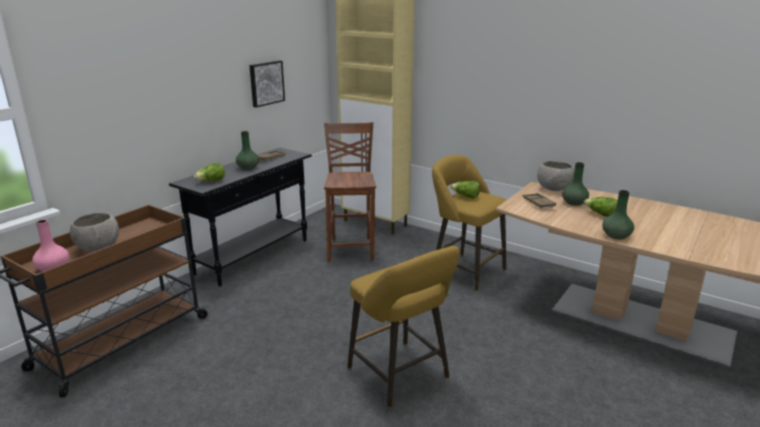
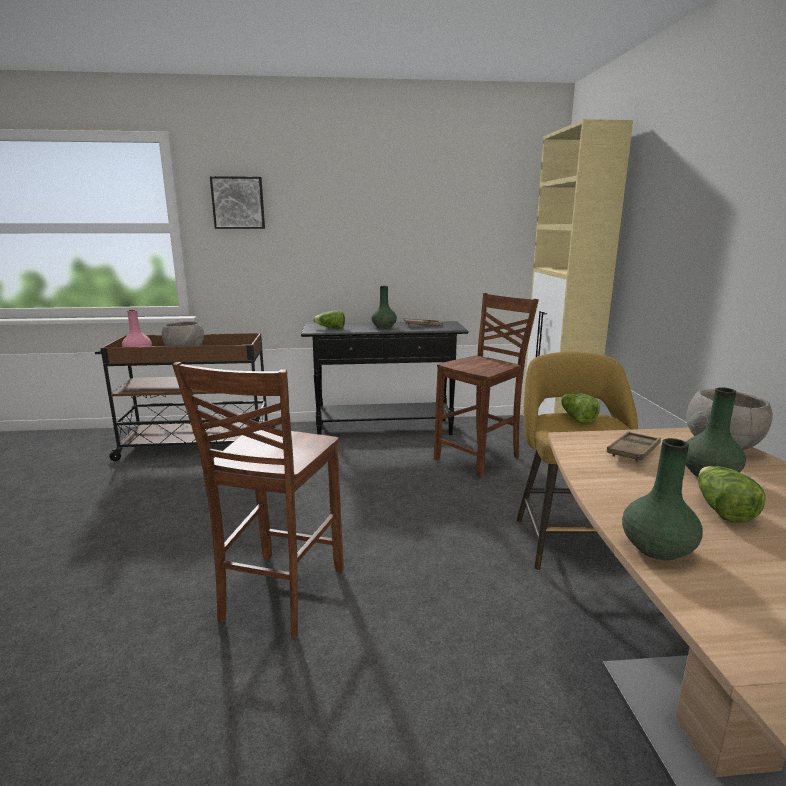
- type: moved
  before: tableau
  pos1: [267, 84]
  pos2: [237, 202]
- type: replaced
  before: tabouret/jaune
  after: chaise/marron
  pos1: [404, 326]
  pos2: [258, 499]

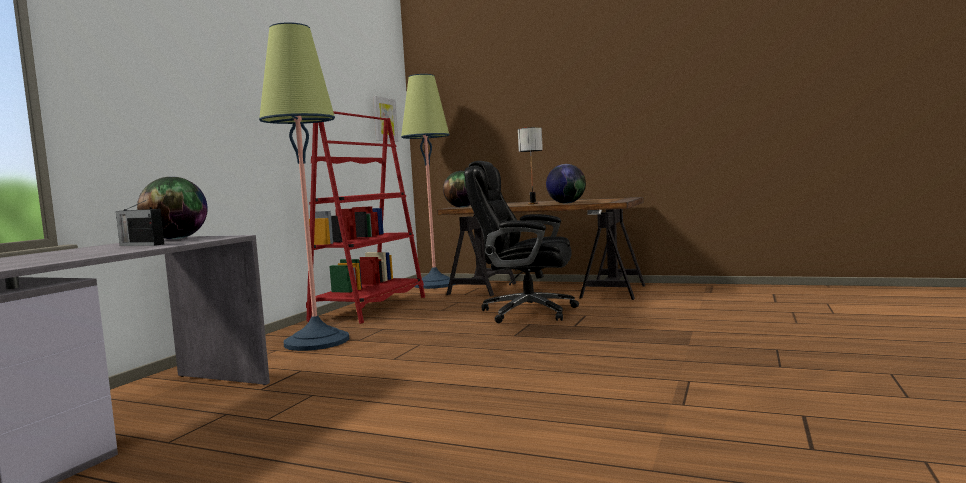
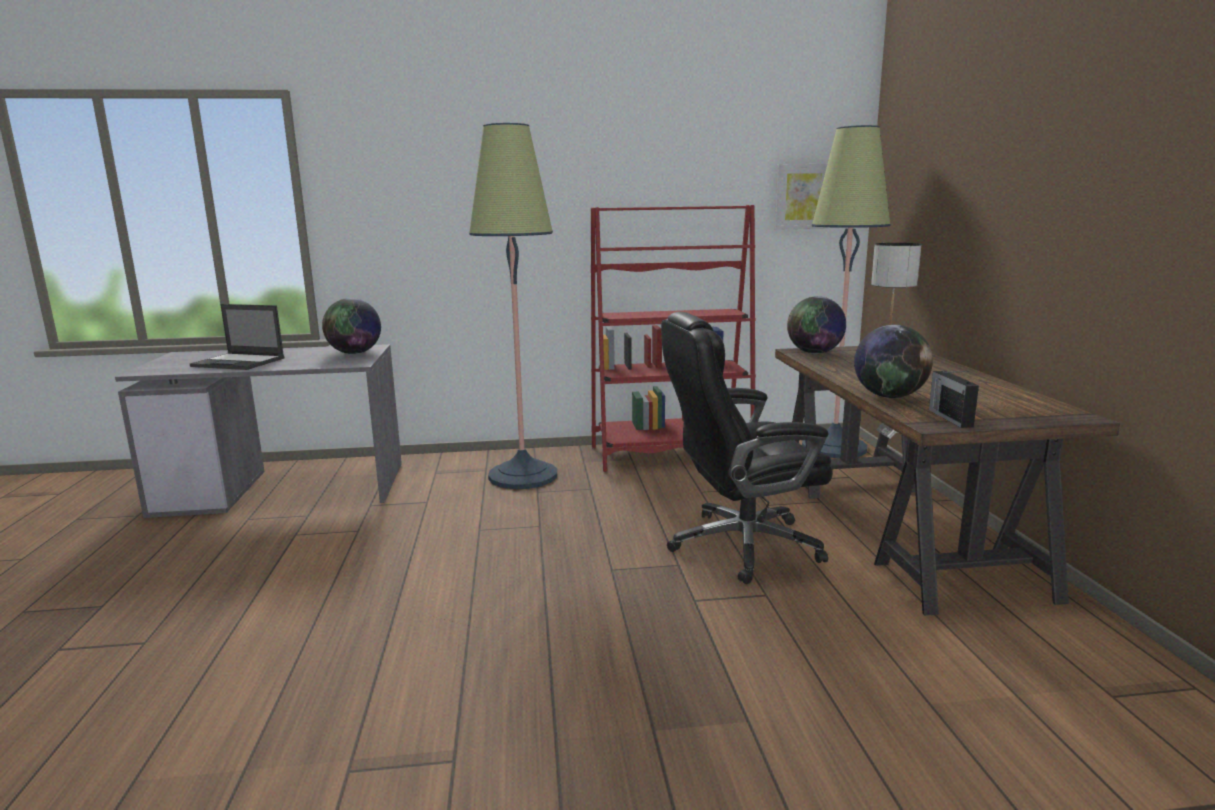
- type: moved
  before: radio
  pos1: [140, 223]
  pos2: [954, 399]
- type: turned
  before: chaise de bureau/noir
  pos1: [521, 242]
  pos2: [747, 448]
  turn: -90
- type: added
  after: ordinateur portable
  pos2: [237, 337]

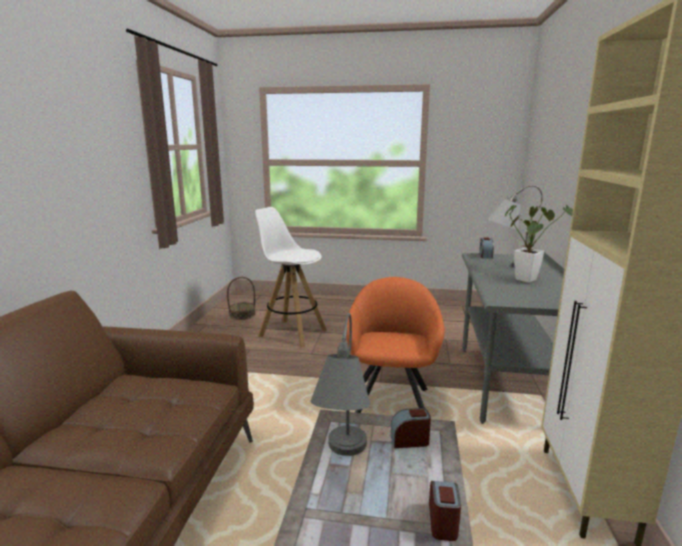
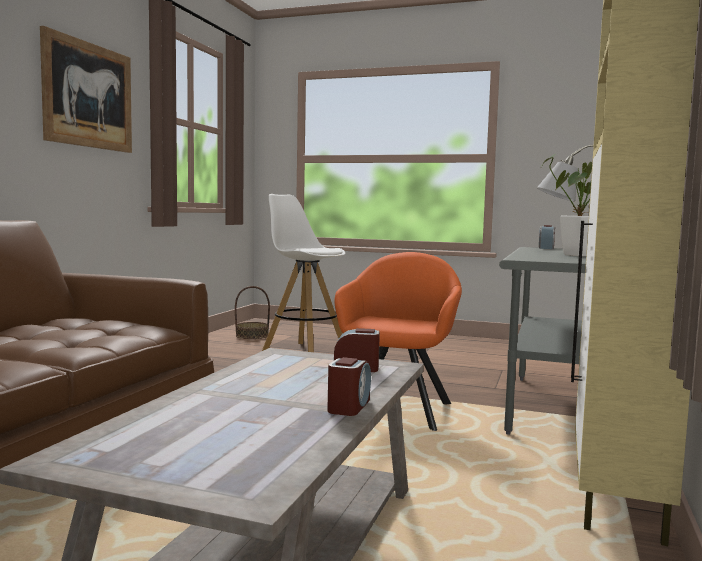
- type: removed
  before: lampe de table/gris
  pos1: [340, 384]
- type: added
  after: tableau
  pos2: [86, 89]

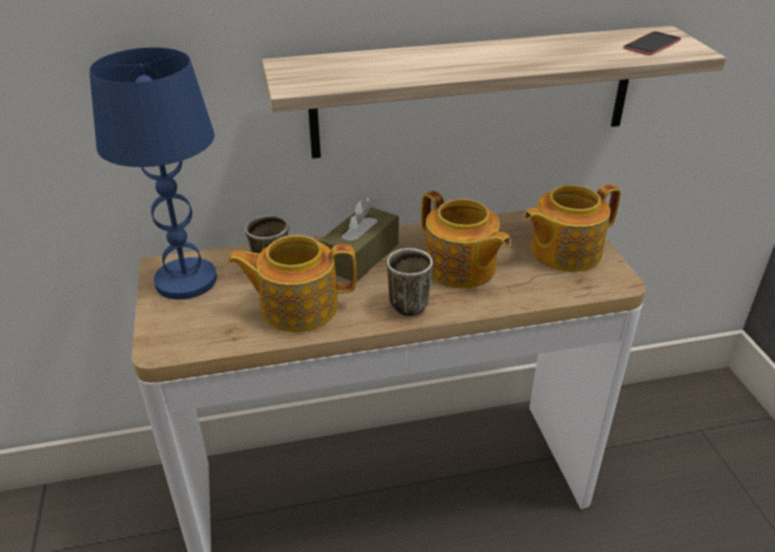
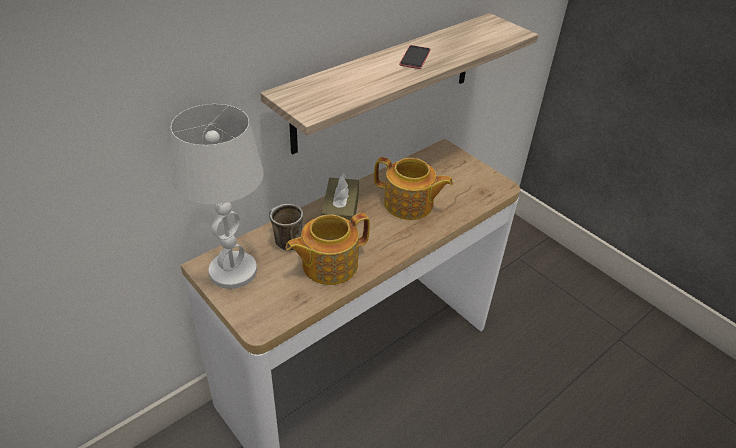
- type: recoloured
  before: lampe de table/bleu
  after: lampe de table/blanc
  pos1: [153, 173]
  pos2: [217, 196]
- type: removed
  before: mug
  pos1: [410, 282]
- type: removed
  before: théière
  pos1: [572, 228]
- type: moved
  before: téléphone
  pos1: [652, 43]
  pos2: [415, 57]

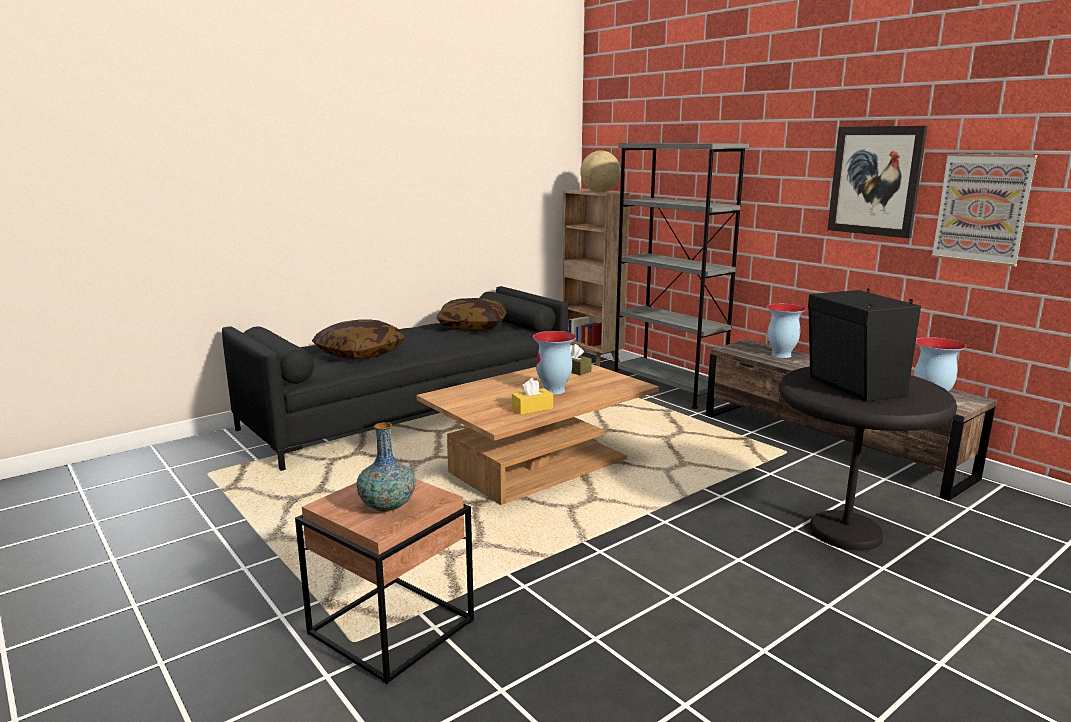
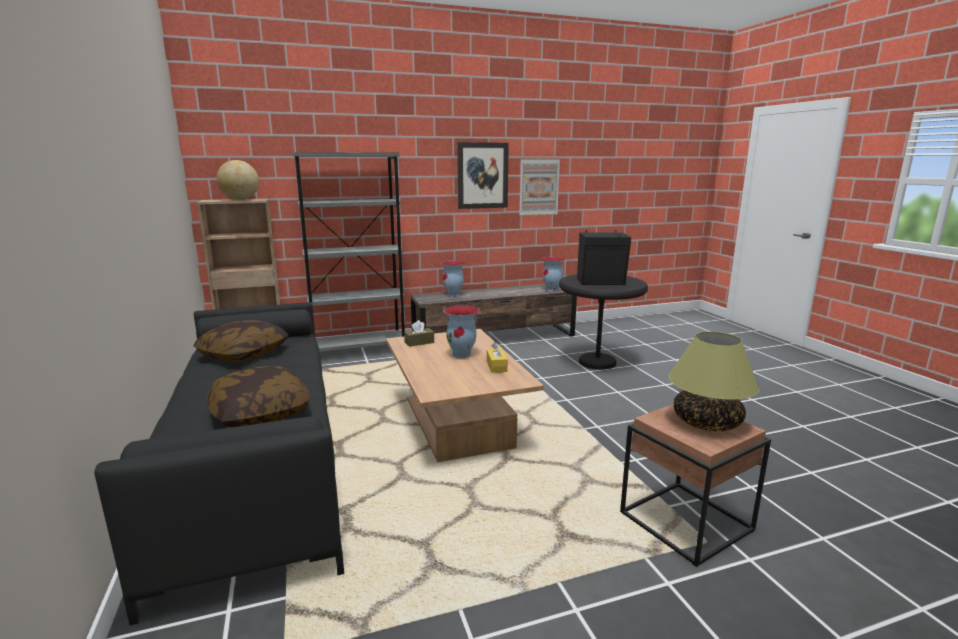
- type: replaced
  before: vase
  after: lampe de table
  pos1: [386, 467]
  pos2: [713, 381]

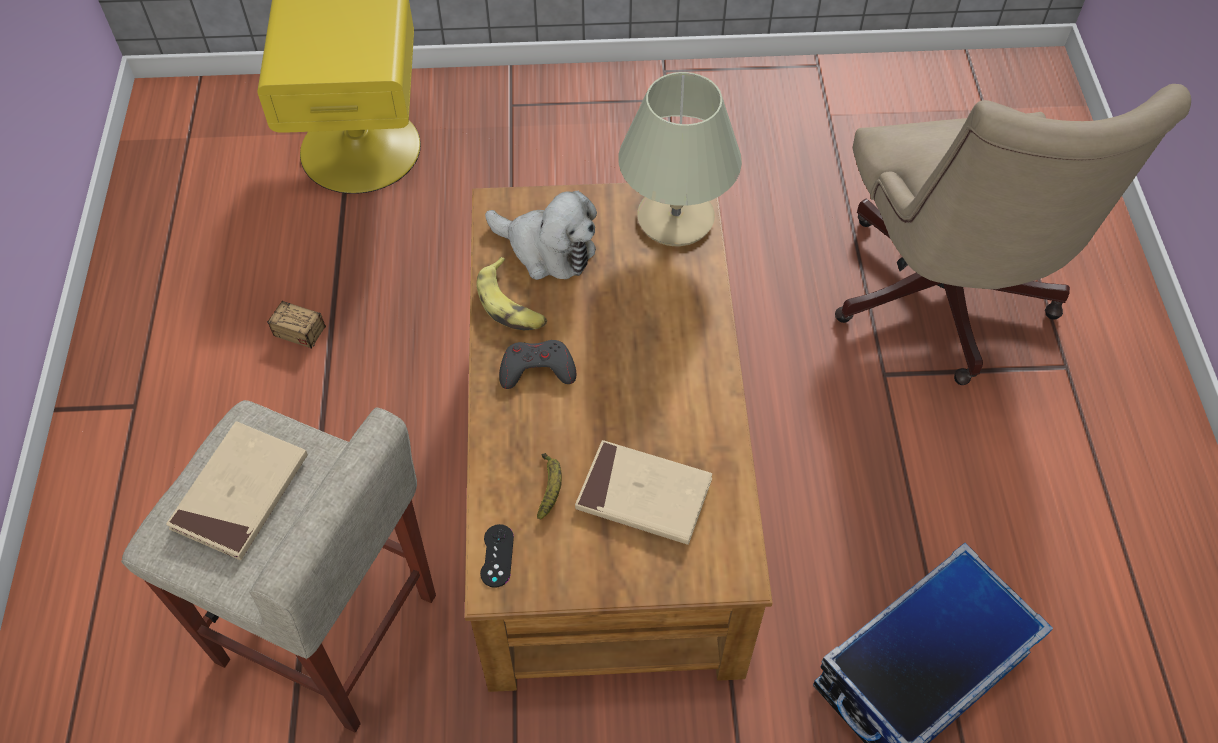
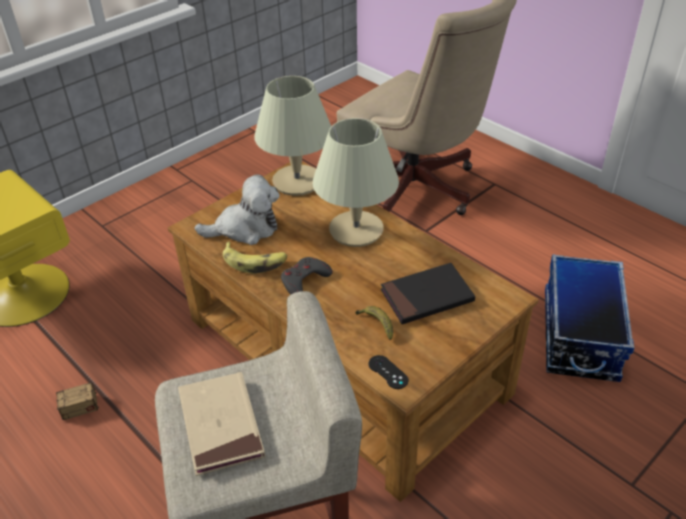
- type: recoloured
  before: livre/beige
  after: livre/noir
  pos1: [643, 492]
  pos2: [428, 293]
- type: added
  after: lampe de table/beige
  pos2: [356, 182]

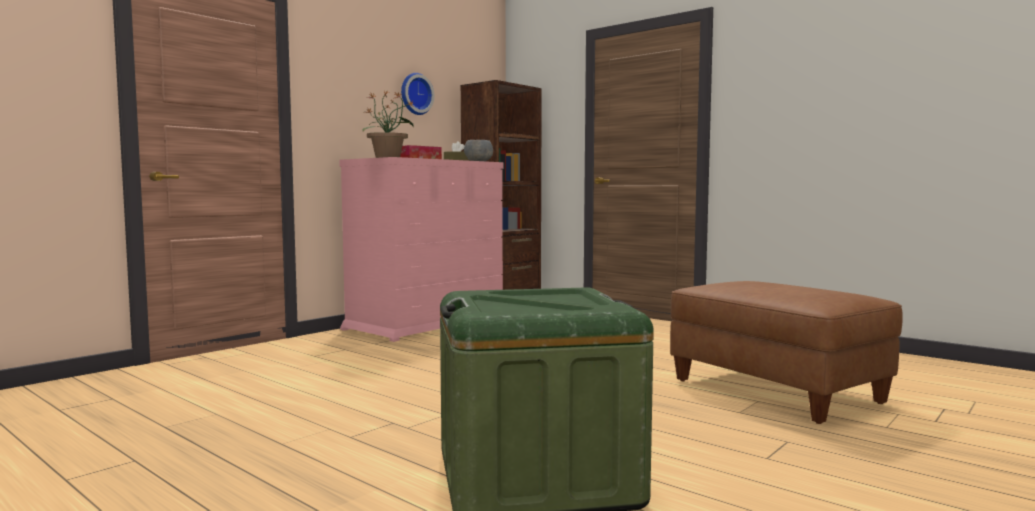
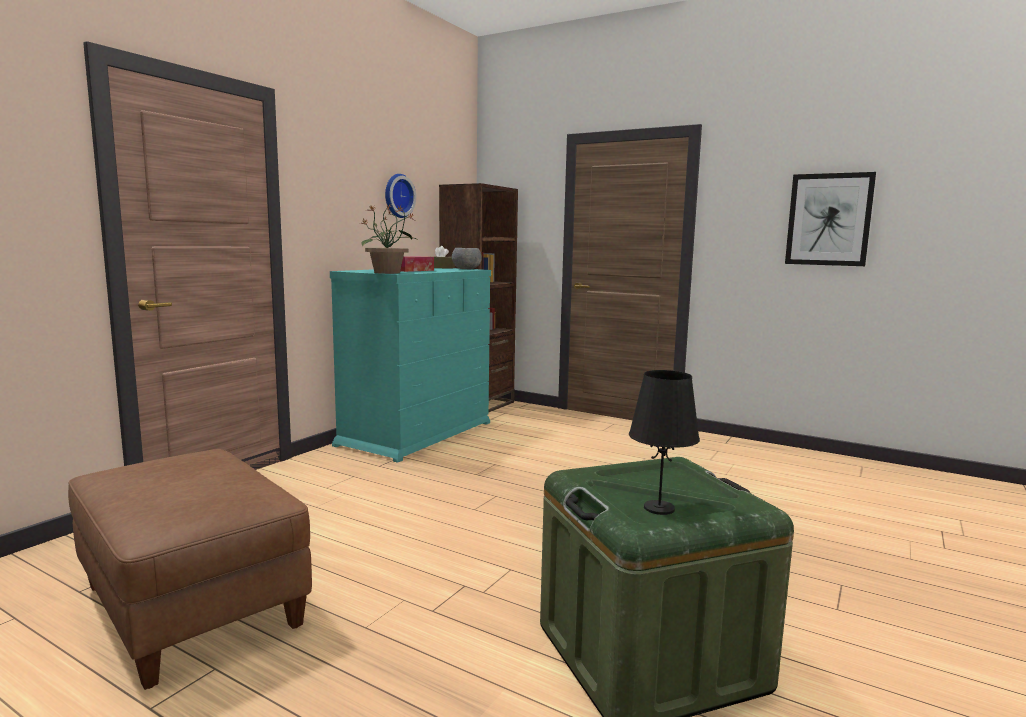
- type: recoloured
  before: commode/rose
  after: commode/turquoise
  pos1: [421, 249]
  pos2: [410, 365]
- type: moved
  before: pouf/marron
  pos1: [786, 352]
  pos2: [190, 569]
- type: added
  after: lampe de table/noir
  pos2: [664, 442]
- type: added
  after: tableau
  pos2: [830, 219]

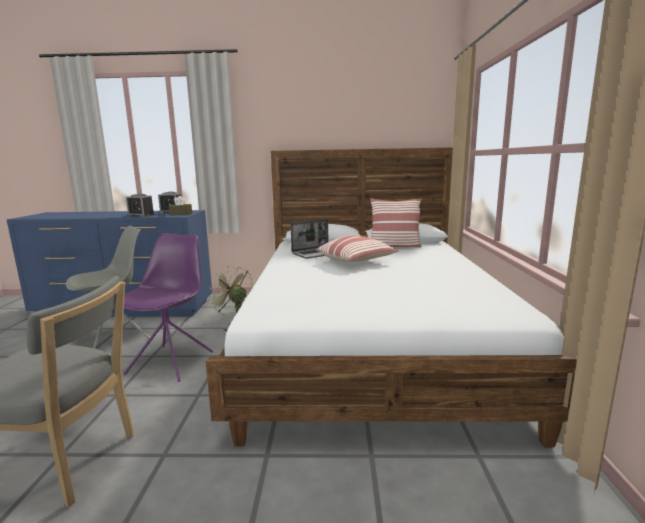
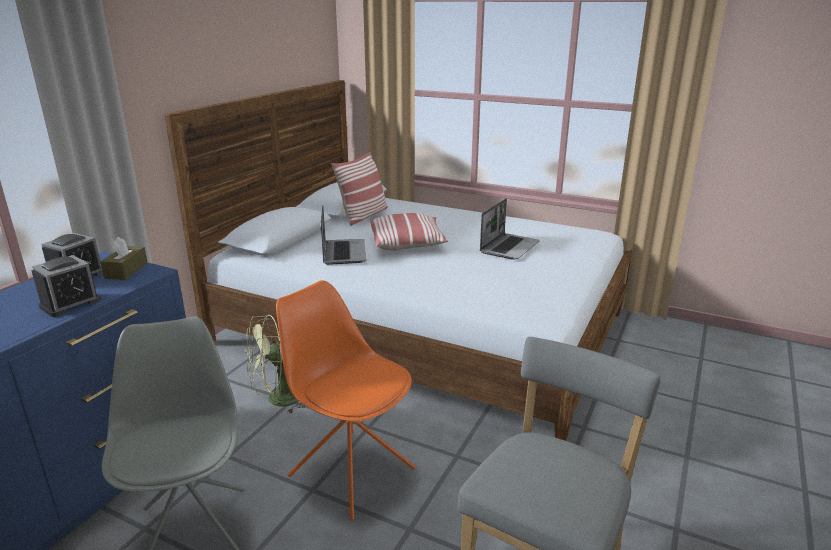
- type: recoloured
  before: chaise/violet
  after: chaise/orange
  pos1: [168, 307]
  pos2: [345, 400]
- type: added
  after: ordinateur portable
  pos2: [510, 229]

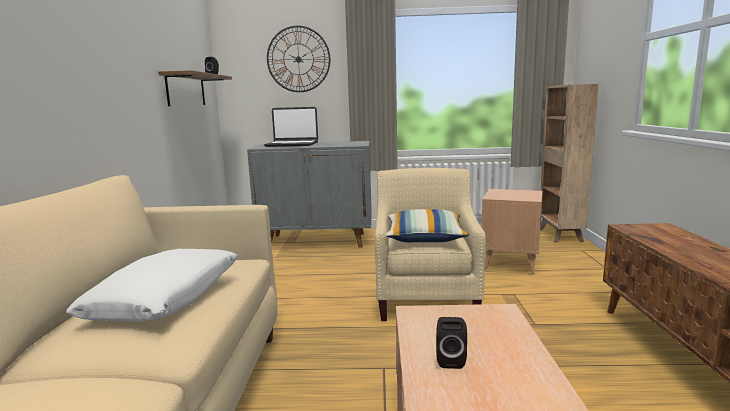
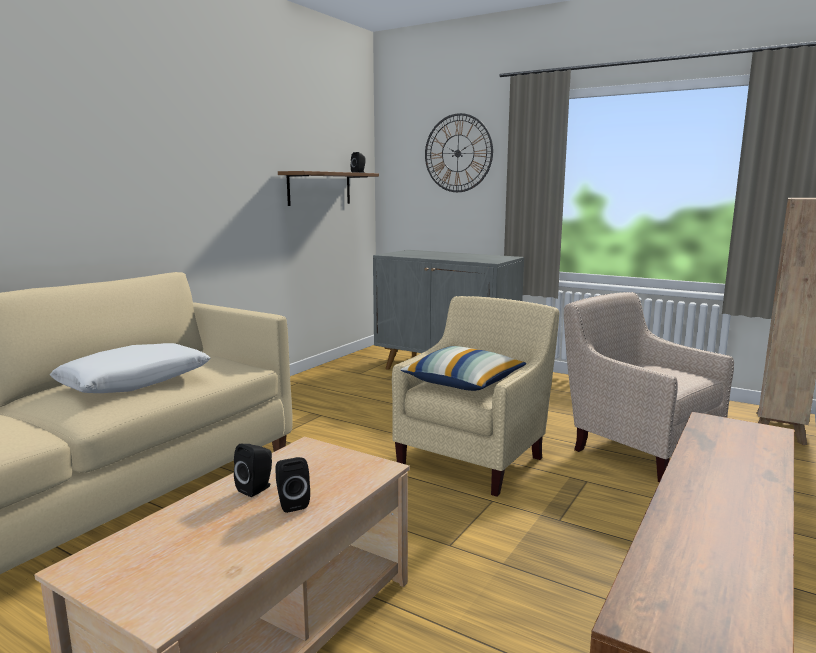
- type: removed
  before: ordinateur portable
  pos1: [291, 127]
- type: replaced
  before: table d'appoint/marron
  after: fauteuil/beige
  pos1: [512, 232]
  pos2: [649, 387]
- type: added
  after: enceinte/noir
  pos2: [292, 485]

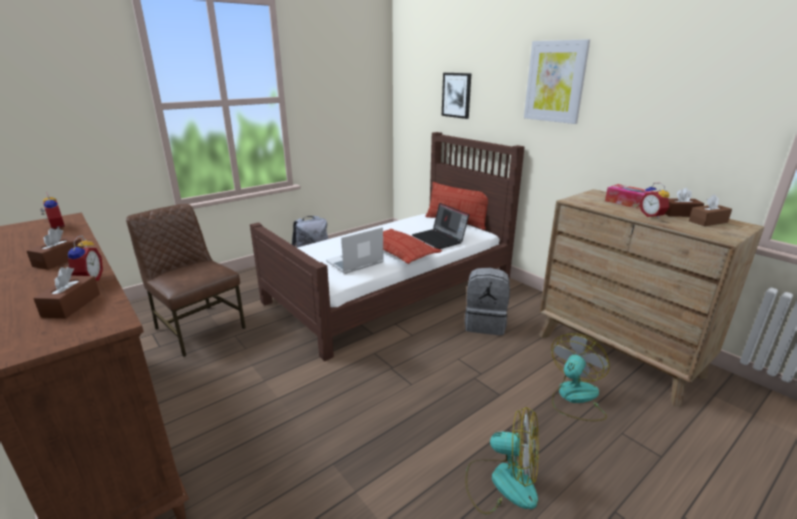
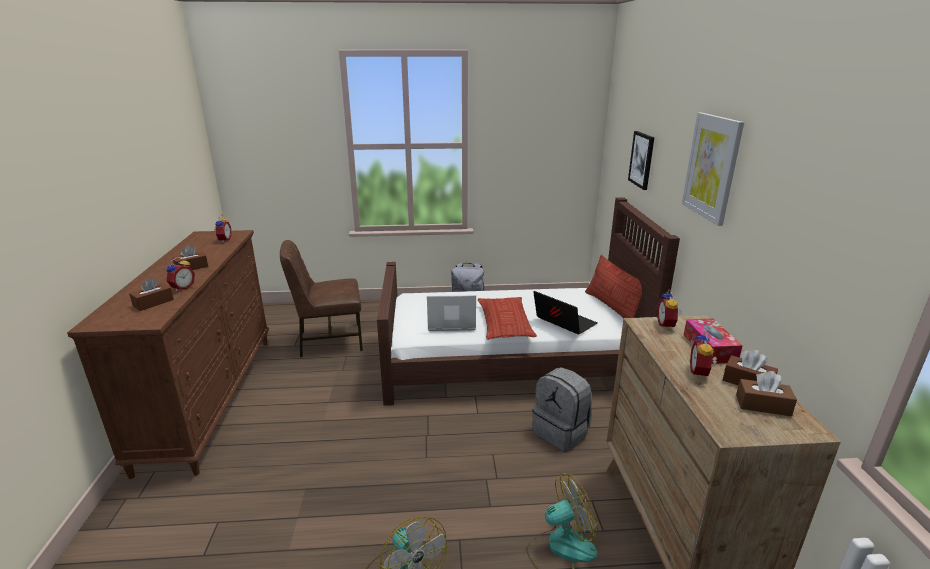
- type: turned
  before: chaise/marron
  pos1: [186, 280]
  pos2: [321, 298]
  turn: -90
- type: turned
  before: ordinateur portable
  pos1: [440, 226]
  pos2: [565, 313]
  turn: 135
- type: added
  after: réveil
  pos2: [669, 309]

